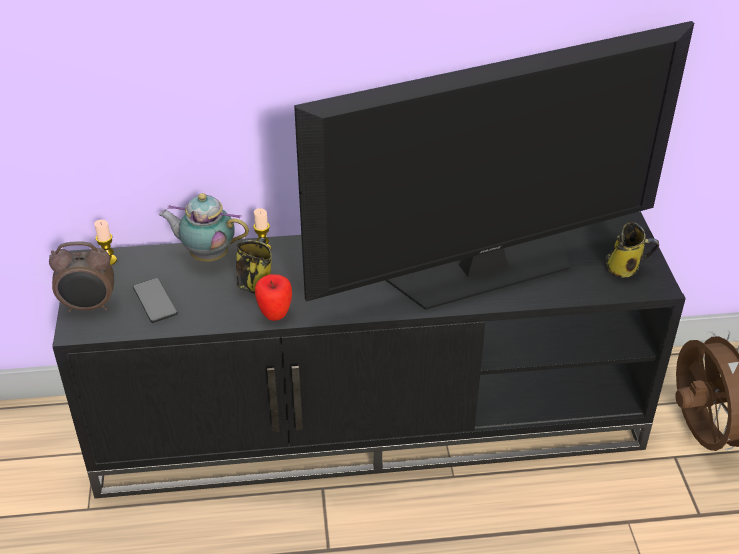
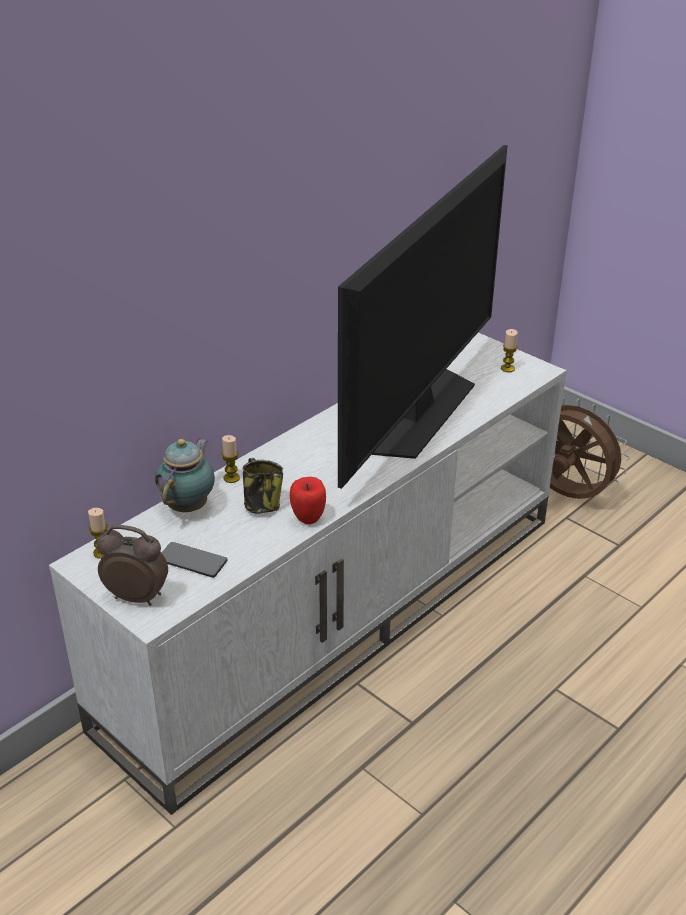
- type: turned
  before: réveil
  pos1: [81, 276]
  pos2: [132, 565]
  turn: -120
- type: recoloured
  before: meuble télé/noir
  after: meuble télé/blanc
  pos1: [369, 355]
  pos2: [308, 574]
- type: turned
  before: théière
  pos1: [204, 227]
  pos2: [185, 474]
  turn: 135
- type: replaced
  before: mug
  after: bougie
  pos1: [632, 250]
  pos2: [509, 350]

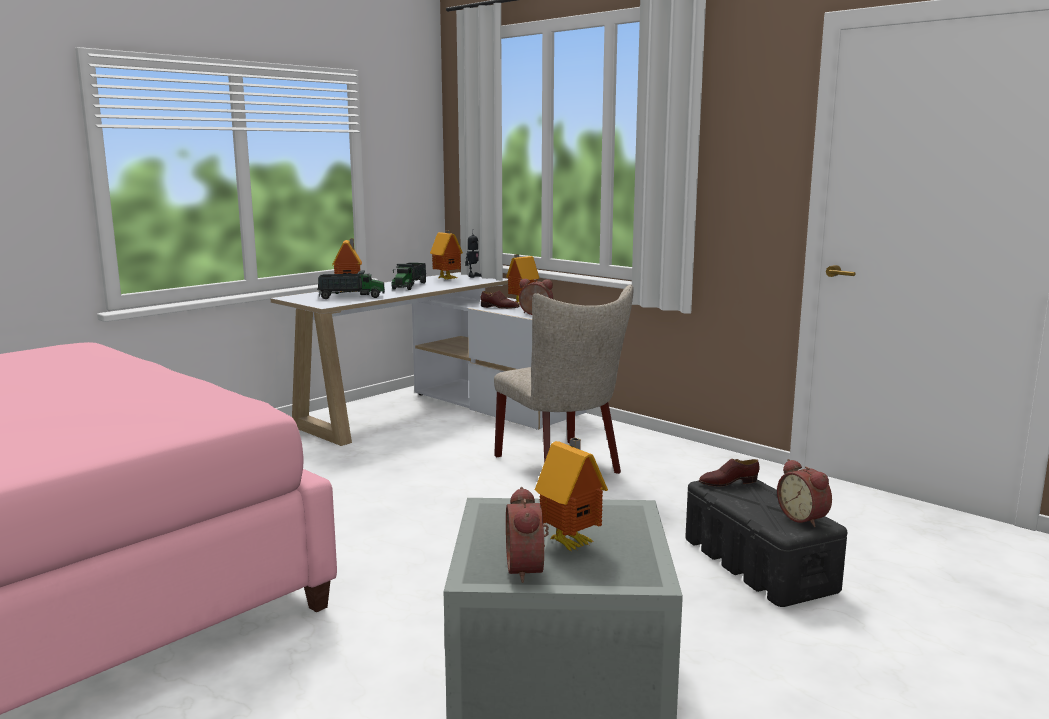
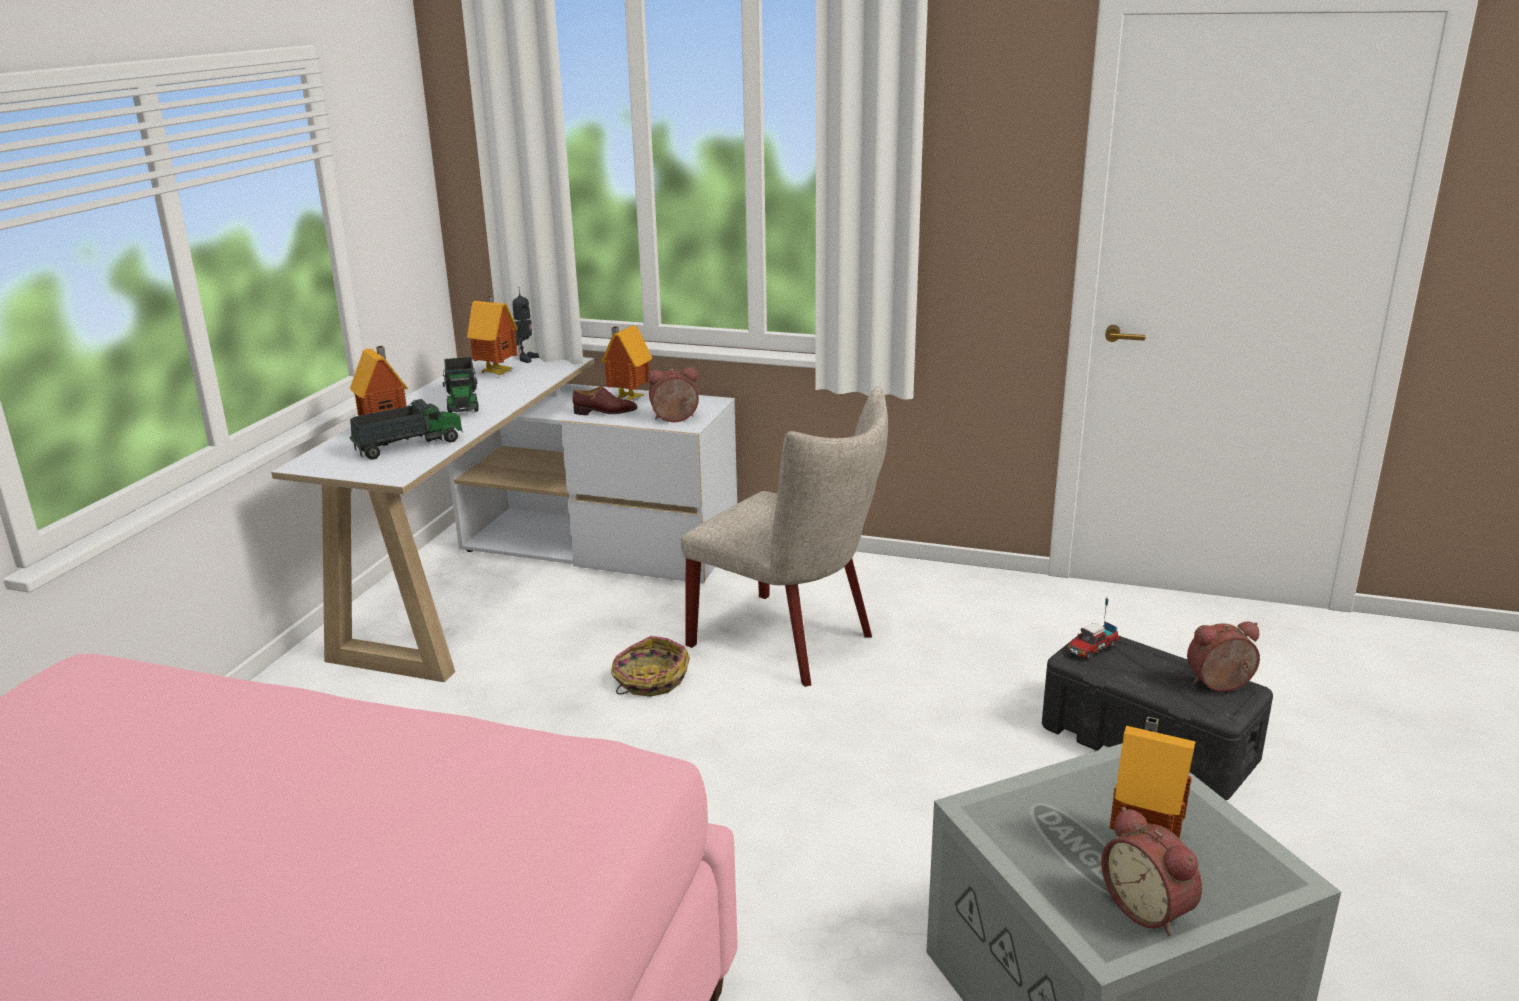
- type: replaced
  before: chaussure/marron
  after: camion jouet
  pos1: [729, 472]
  pos2: [1093, 629]
- type: turned
  before: réveil
  pos1: [804, 493]
  pos2: [1223, 657]
  turn: 135
- type: added
  after: panier
  pos2: [650, 666]

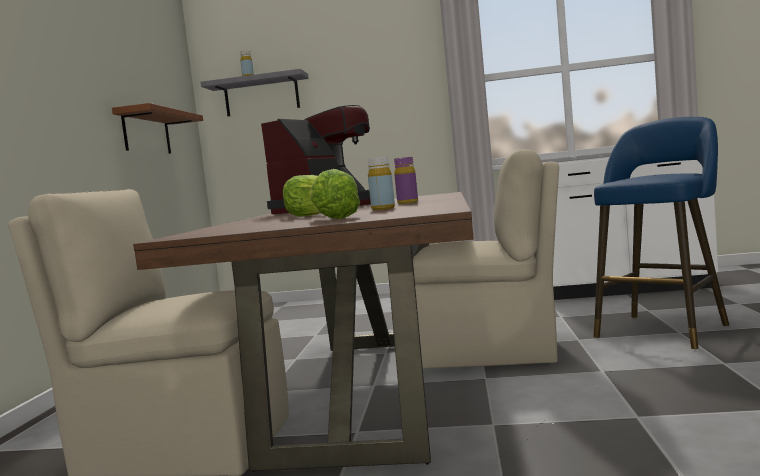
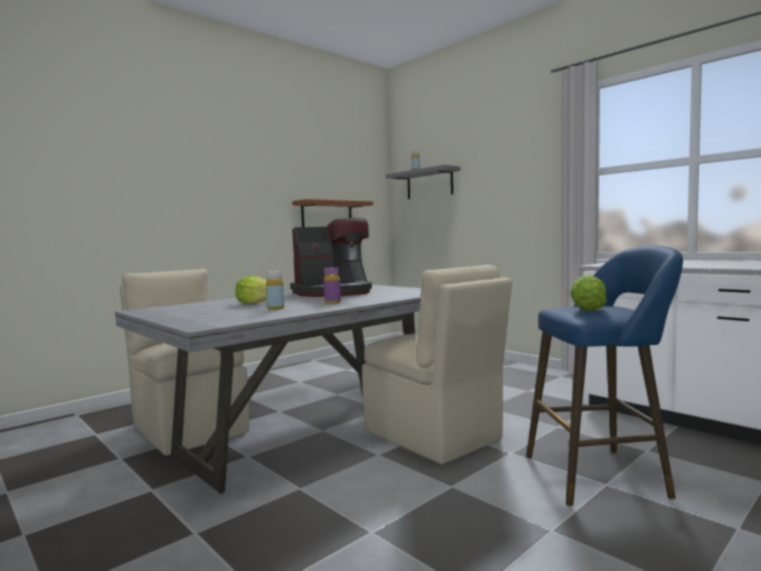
- type: recoloured
  before: table à manger/marron
  after: table à manger/gris
  pos1: [303, 332]
  pos2: [268, 389]
- type: moved
  before: laitue
  pos1: [335, 194]
  pos2: [588, 293]

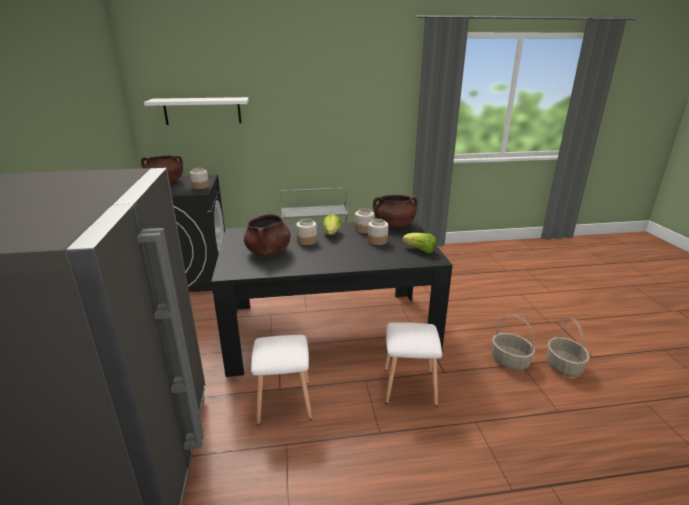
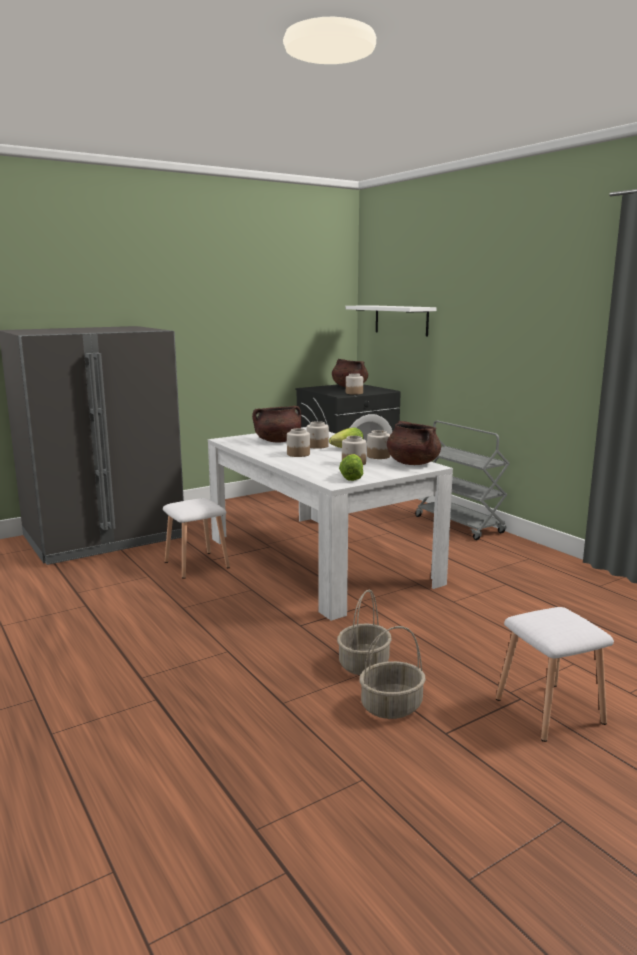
- type: recoloured
  before: table à manger/noir
  after: table à manger/blanc
  pos1: [332, 298]
  pos2: [330, 524]
- type: moved
  before: tabouret/blanc
  pos1: [413, 364]
  pos2: [555, 674]
- type: added
  after: bocal
  pos2: [298, 442]

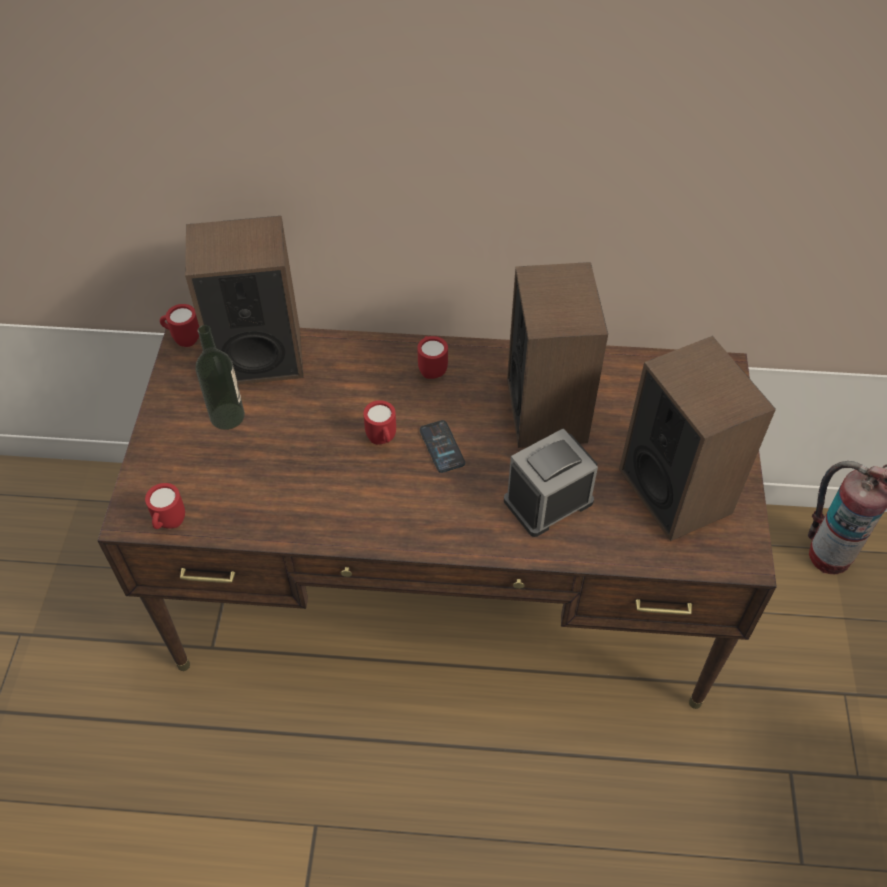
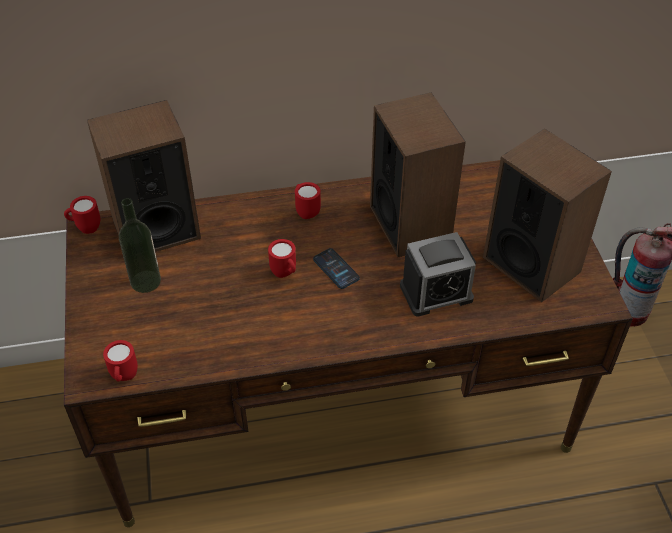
- type: turned
  before: réveil
  pos1: [551, 482]
  pos2: [438, 274]
  turn: -150

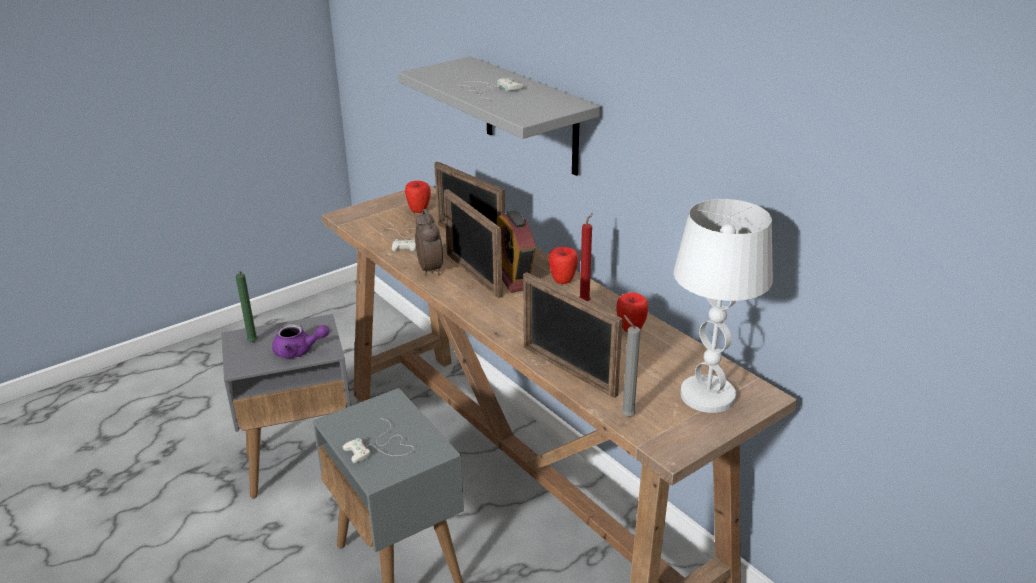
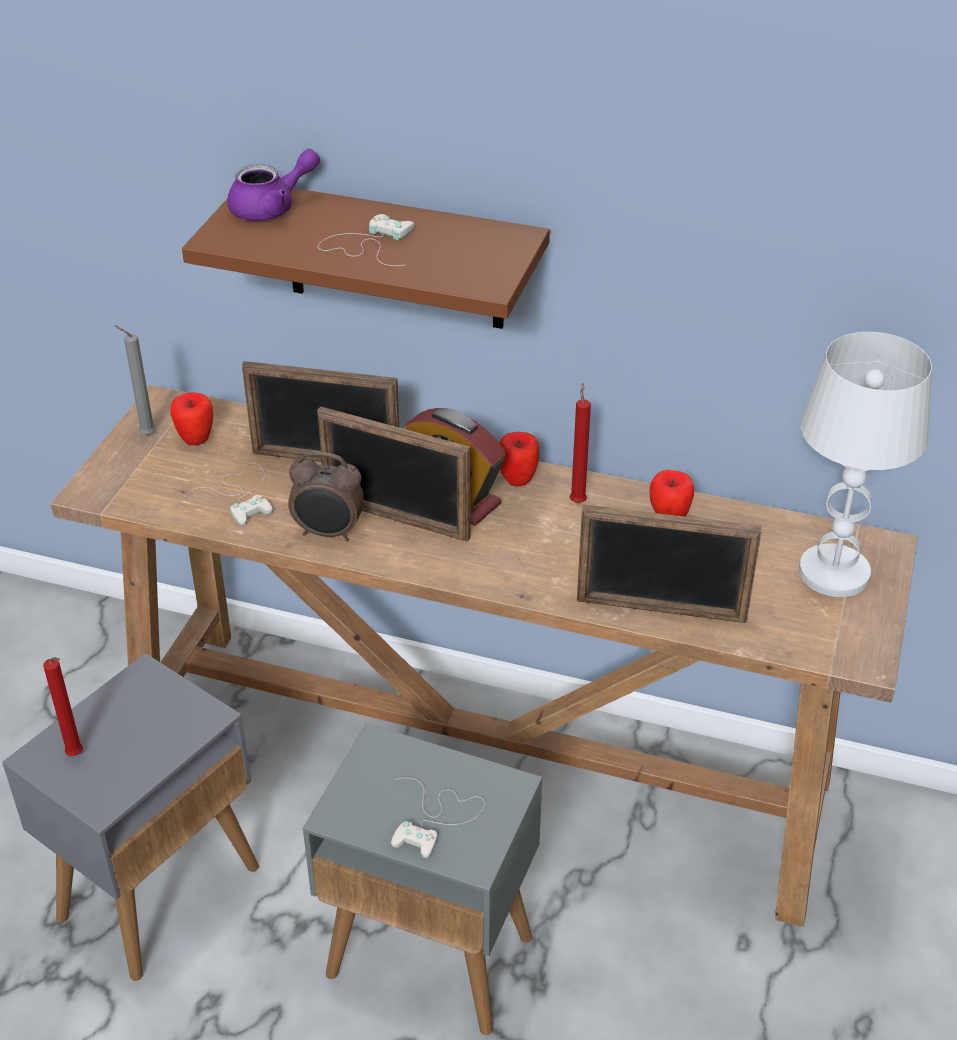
- type: recoloured
  before: bougie/vert
  after: bougie/rouge
  pos1: [246, 306]
  pos2: [63, 706]
- type: moved
  before: théière/violet
  pos1: [300, 341]
  pos2: [273, 185]
- type: recoloured
  before: étagère/gris
  after: étagère/marron
  pos1: [499, 116]
  pos2: [366, 258]
- type: turned
  before: réveil
  pos1: [429, 242]
  pos2: [326, 496]
  turn: 150
- type: moved
  before: bougie/gris
  pos1: [630, 366]
  pos2: [135, 380]

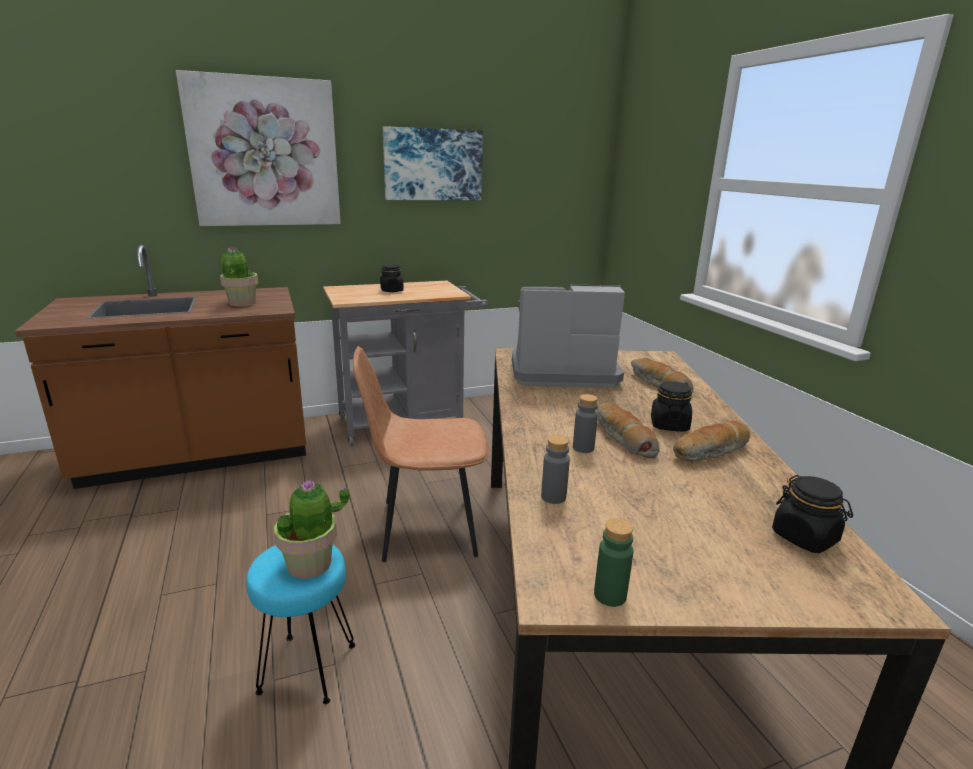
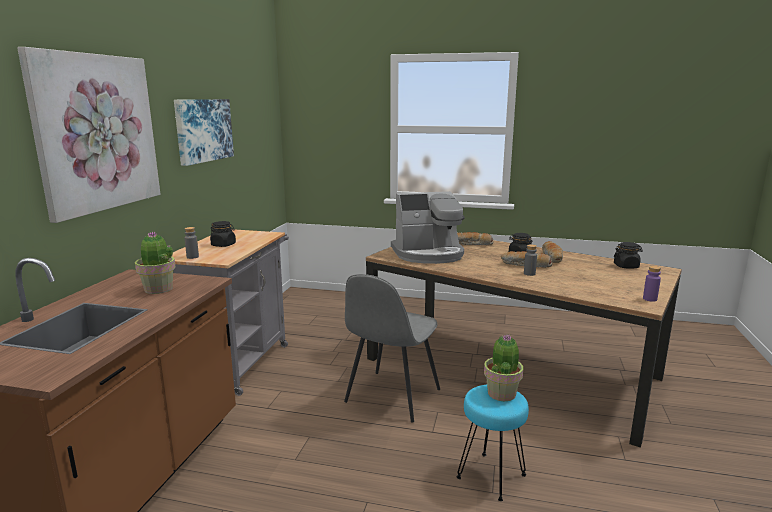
- type: recoloured
  before: chaise/marron
  after: chaise/gris
  pos1: [421, 454]
  pos2: [392, 348]
- type: turned
  before: machine à café
  pos1: [568, 336]
  pos2: [428, 227]
  turn: -135
- type: moved
  before: bouteille/gris
  pos1: [555, 469]
  pos2: [191, 243]
- type: recoloured
  before: bouteille/vert
  after: bouteille/violet
  pos1: [613, 562]
  pos2: [652, 284]

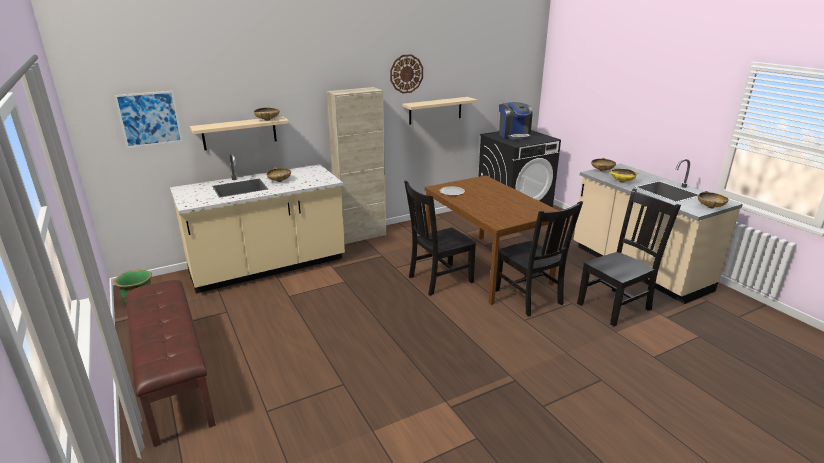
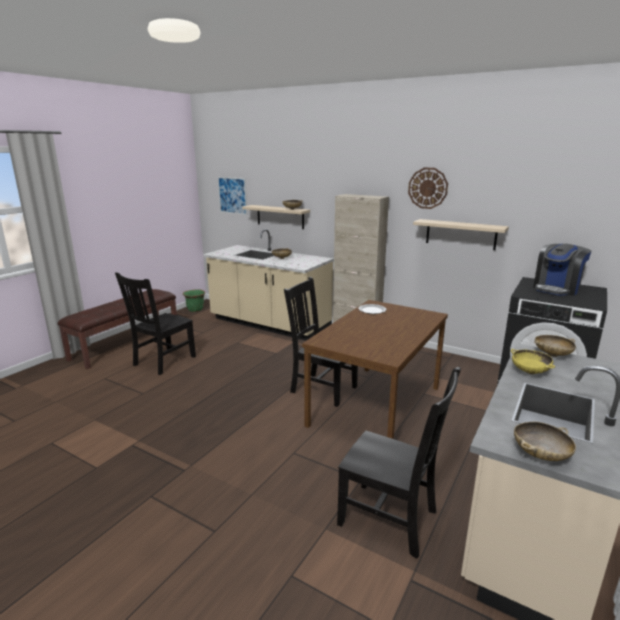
- type: moved
  before: chaise/noir
  pos1: [539, 258]
  pos2: [155, 323]

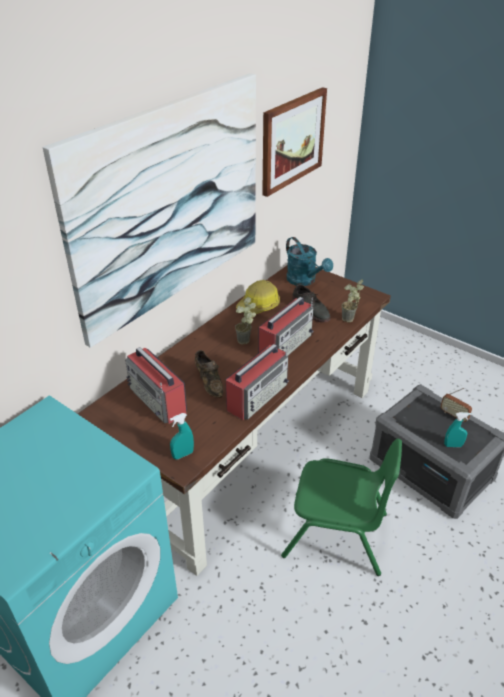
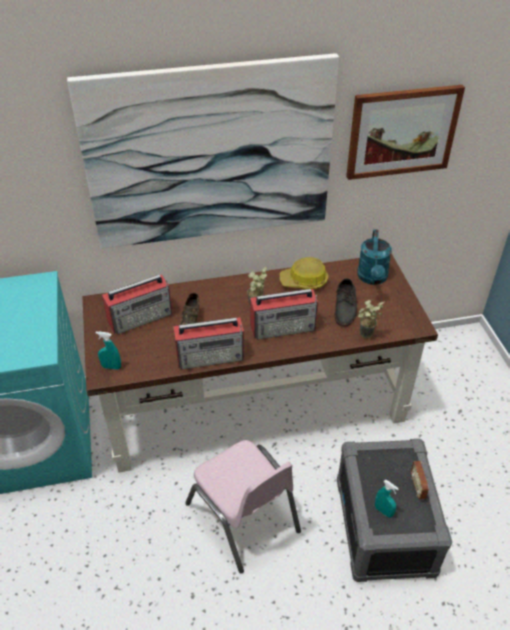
- type: turned
  before: radio
  pos1: [156, 385]
  pos2: [137, 304]
  turn: -120
- type: recoloured
  before: chaise/vert
  after: chaise/rose
  pos1: [341, 507]
  pos2: [243, 506]

